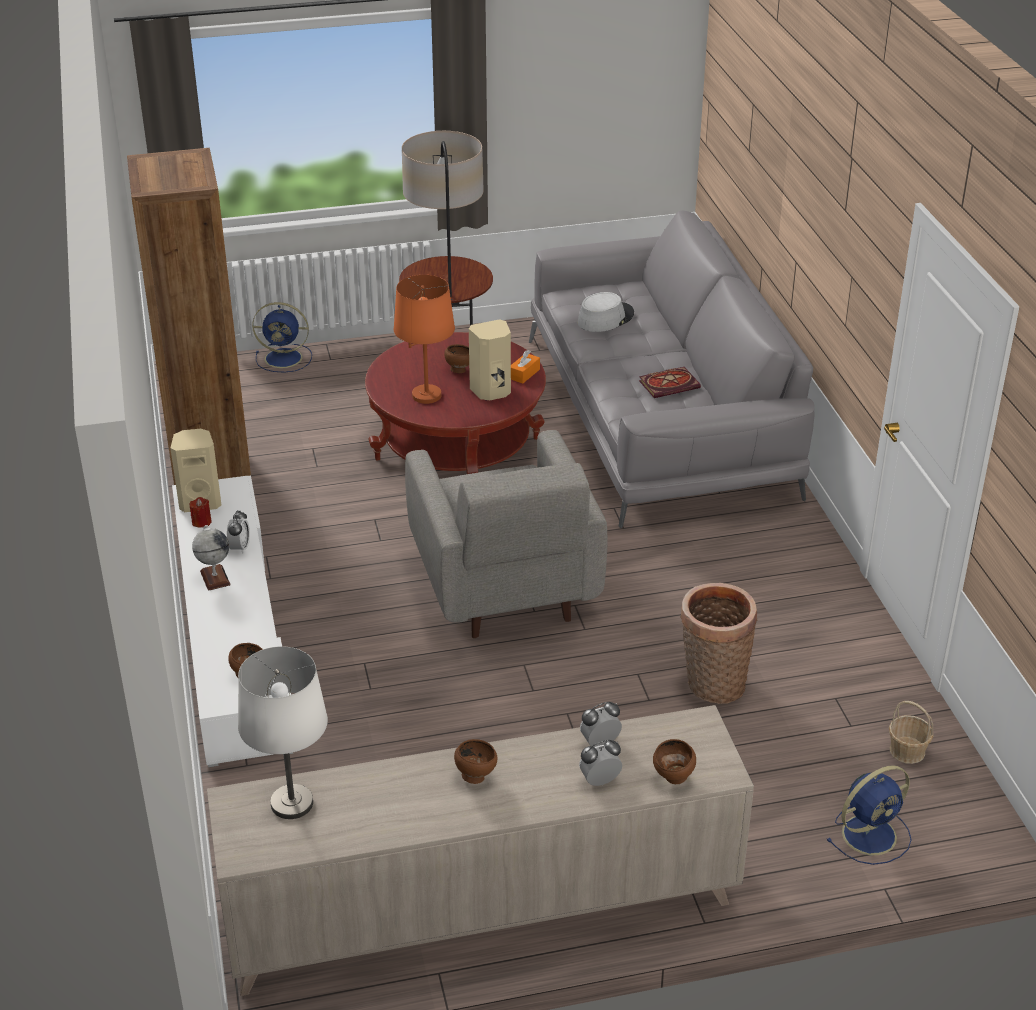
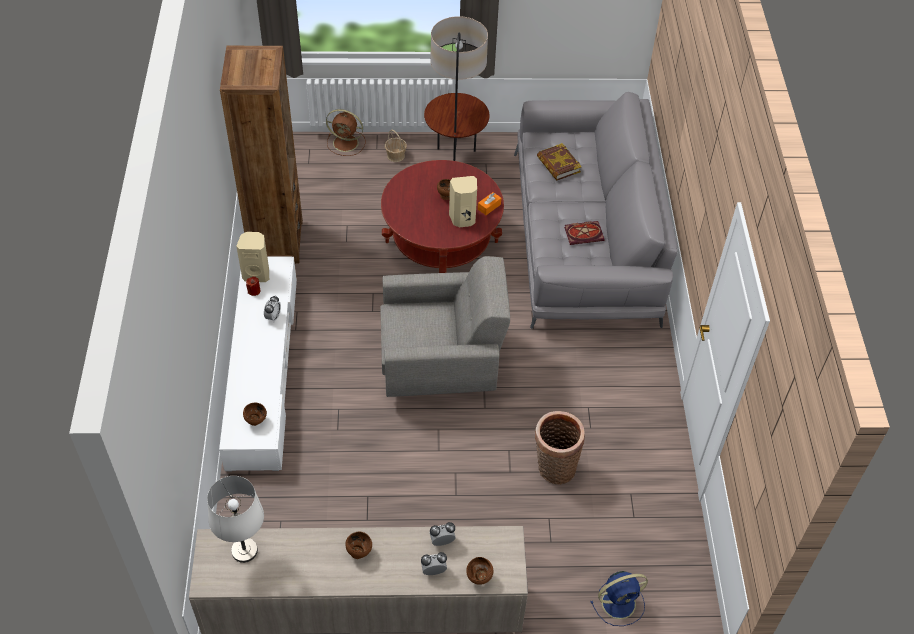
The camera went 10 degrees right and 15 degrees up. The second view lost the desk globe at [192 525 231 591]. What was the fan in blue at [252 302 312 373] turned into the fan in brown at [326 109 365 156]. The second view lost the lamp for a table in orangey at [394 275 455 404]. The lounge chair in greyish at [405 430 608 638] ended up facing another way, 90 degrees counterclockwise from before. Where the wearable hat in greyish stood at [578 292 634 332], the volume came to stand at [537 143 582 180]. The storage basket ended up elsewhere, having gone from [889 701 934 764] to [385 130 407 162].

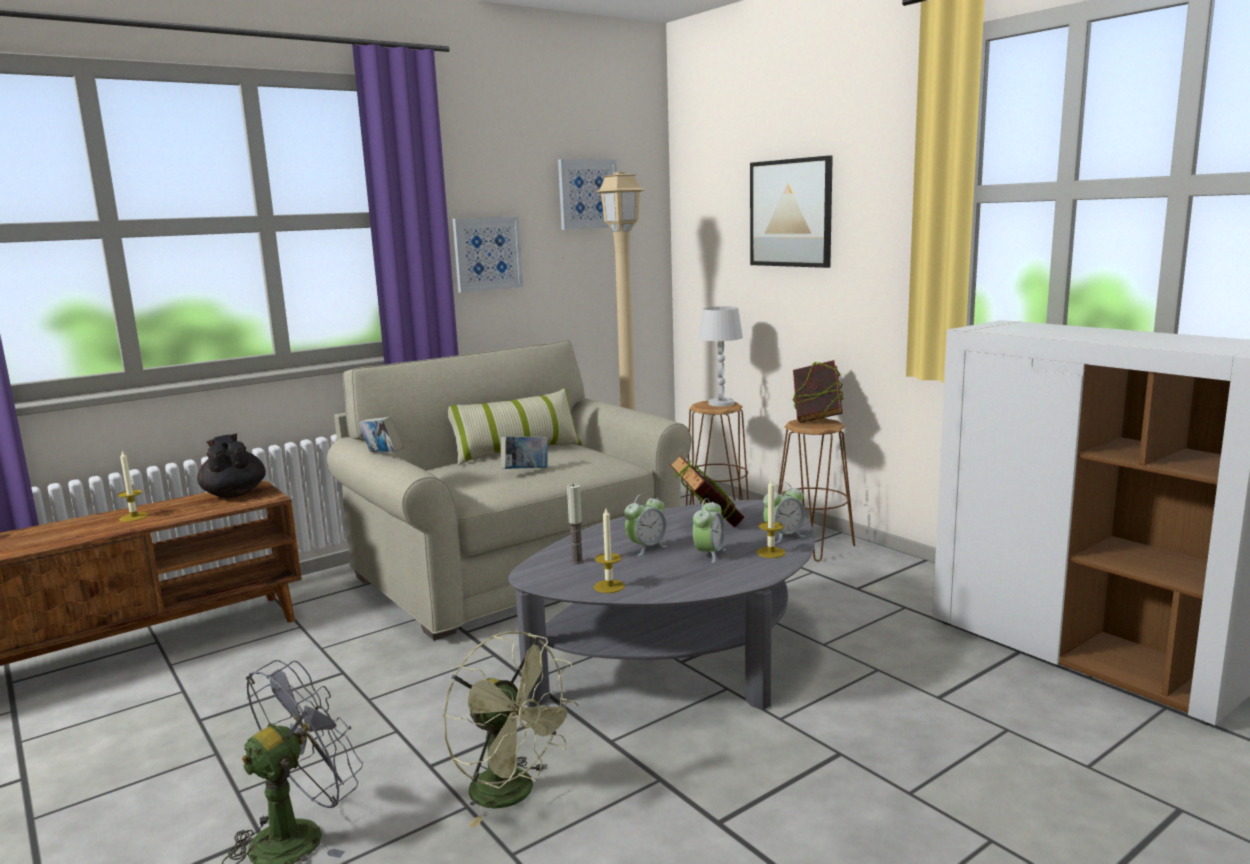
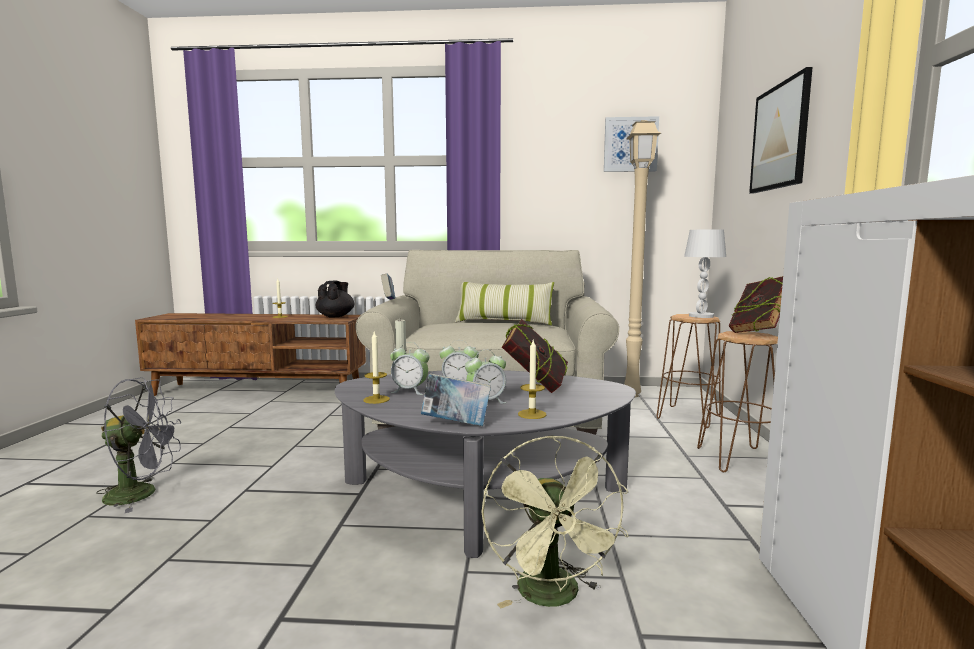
The camera went 40 degrees right and 5 degrees down. The fan in green-coloured ended up elsewhere, having gone from [443 631 578 827] to [481 435 629 608]. The second view lost the picture at [453 216 523 293]. The volume ended up elsewhere, having gone from [501 436 548 469] to [421 373 491 426]. The alarm clock ended up elsewhere, having gone from [763 483 805 543] to [390 342 429 395].

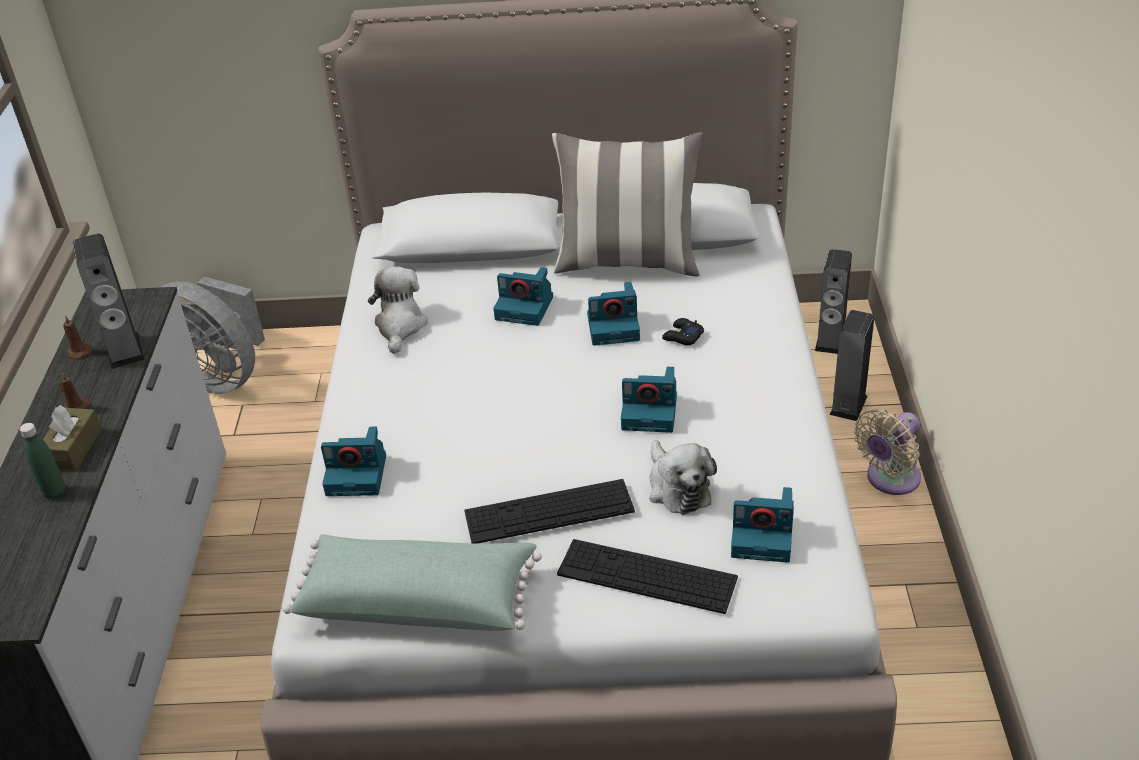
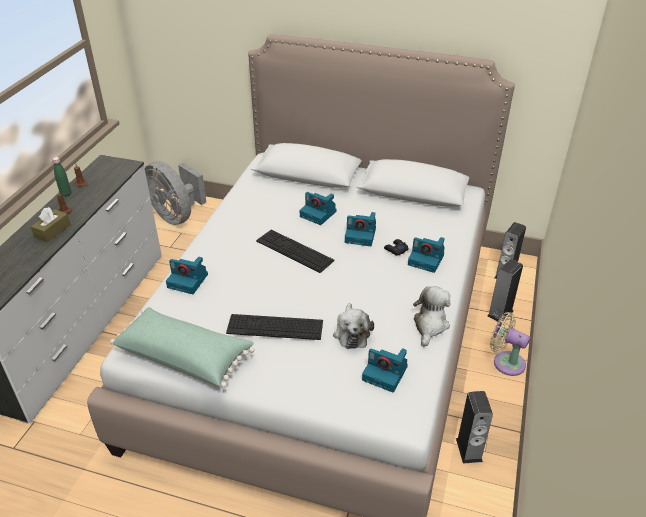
The camera went 15 degrees right and 0 degrees up. The drink bottle in green-coloured ended up elsewhere, having gone from [20 423 65 499] to [52 157 71 197]. The audio speaker ended up elsewhere, having gone from [73 234 145 369] to [456 391 493 463]. The soft toy ended up elsewhere, having gone from [368 266 428 354] to [413 286 450 347]. The second view lost the cushion at [552 132 703 276]. The computer keyboard ended up elsewhere, having gone from [557 539 738 614] to [256 230 335 273]. The photo camera ended up elsewhere, having gone from [621 367 677 433] to [408 237 445 273]. The fan in beige at [854 409 921 495] ended up facing another way, 60 degrees clockwise from before.

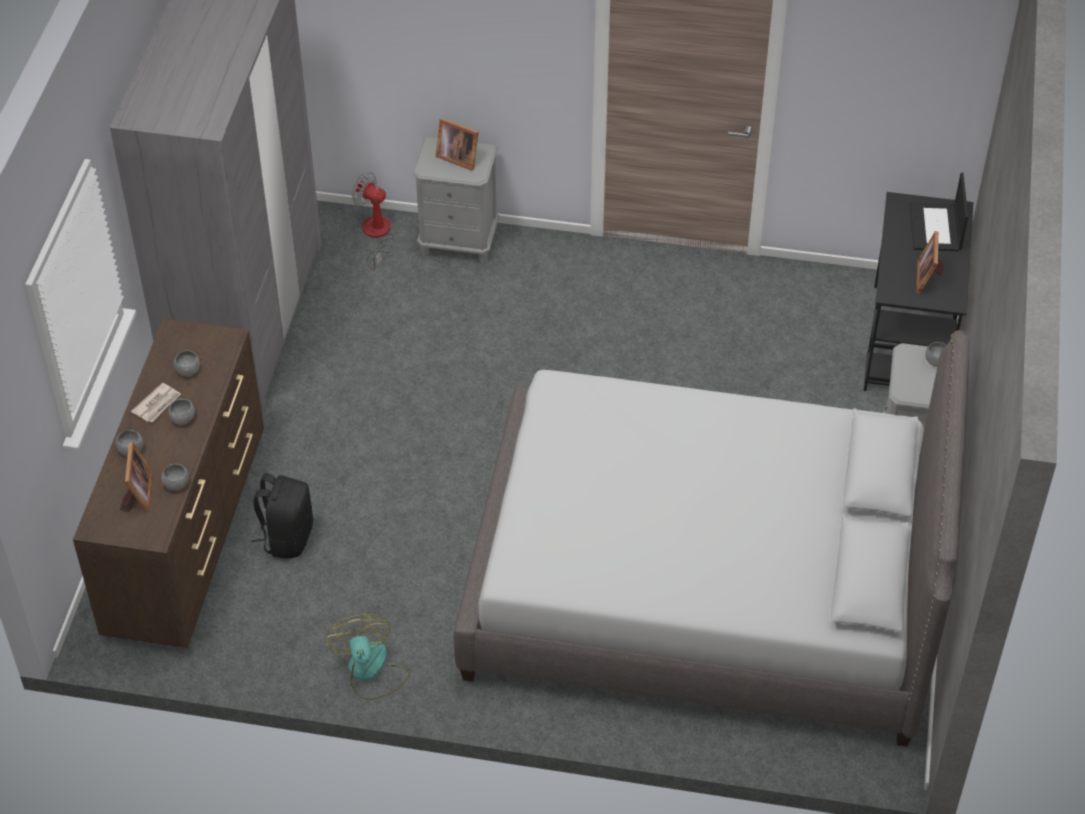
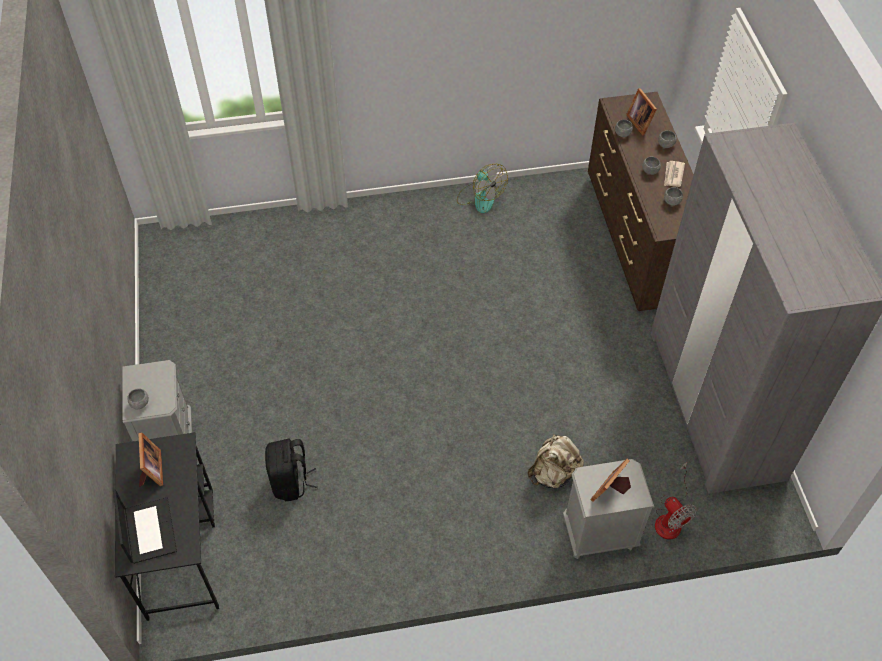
The camera went 160 degrees right and 5 degrees up. The rucksack in black ended up elsewhere, having gone from [251 473 313 559] to [265 439 318 501]. The fan at [351 172 394 270] ended up facing another way, 45 degrees clockwise from before. The photo frame at [435 118 479 171] ended up facing another way, 60 degrees counterclockwise from before. The second view lost the bed in greyish at [454 330 970 747]. The second view gained the rucksack in beige at [527 434 584 488].

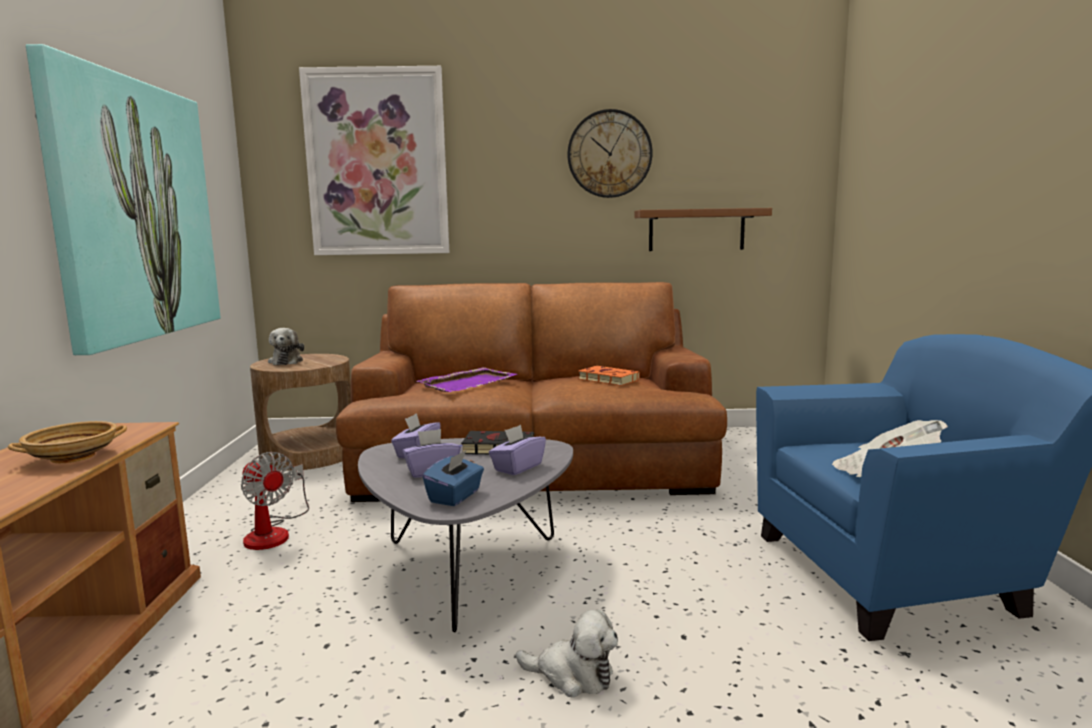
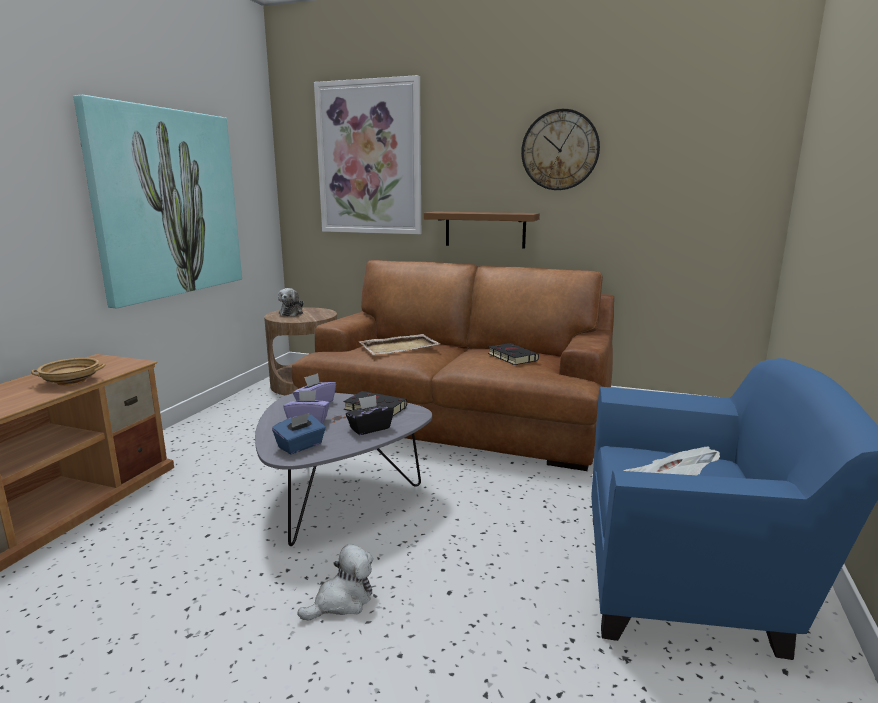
The camera went 20 degrees right and 5 degrees up. The second view lost the fan at [241 452 309 550]. What was the tray in purple-coloured at [416 367 518 392] turned into the tray in beige at [359 334 440 355]. What was the tissue holder in purple-coloured at [489 425 546 475] turned into the tissue holder in black at [346 395 394 435]. The soft toy at [516 610 618 698] ended up facing another way, 75 degrees counterclockwise from before. What was the volume in orangey at [578 366 640 386] turned into the volume in black at [488 343 539 365]. The wall shelf in brown ended up elsewhere, having gone from [635 208 772 251] to [424 212 540 249].

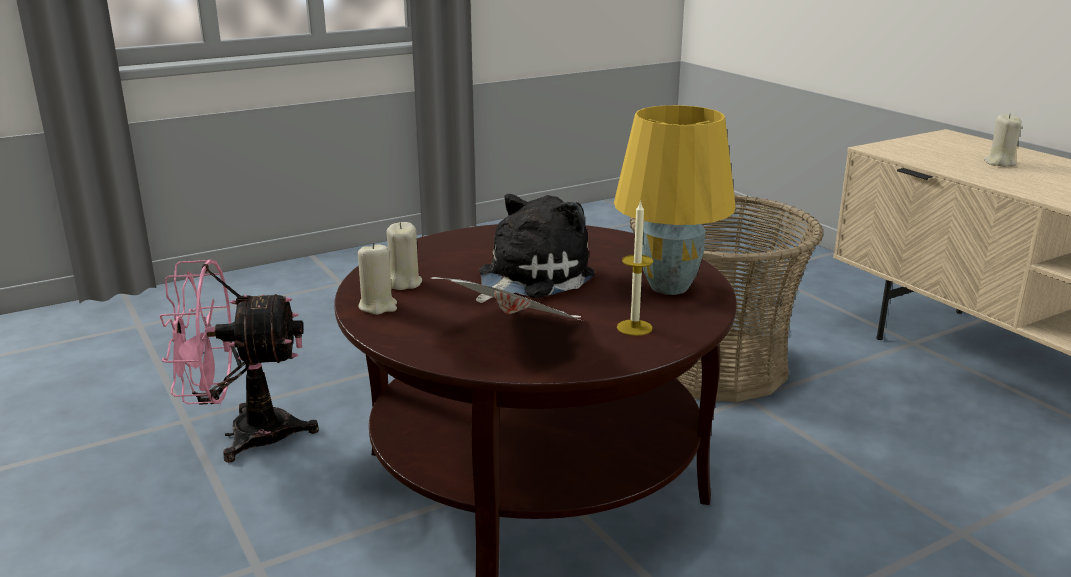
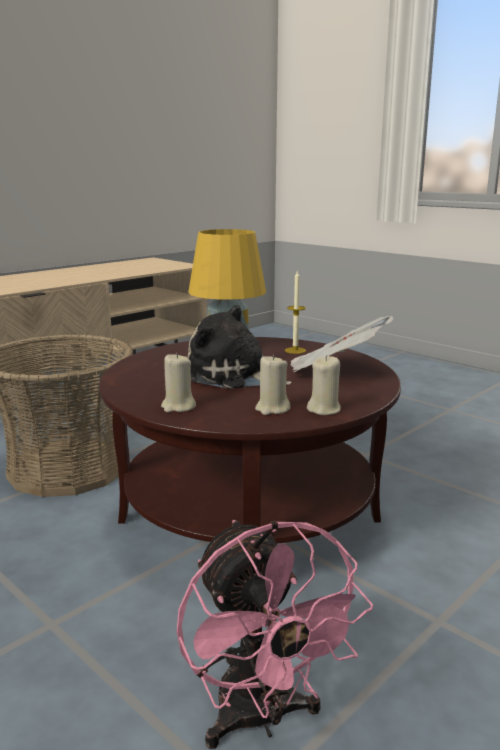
The camera went 105 degrees left and 5 degrees down. The wax light in beige ended up elsewhere, having gone from [984 113 1022 167] to [161 353 196 412].

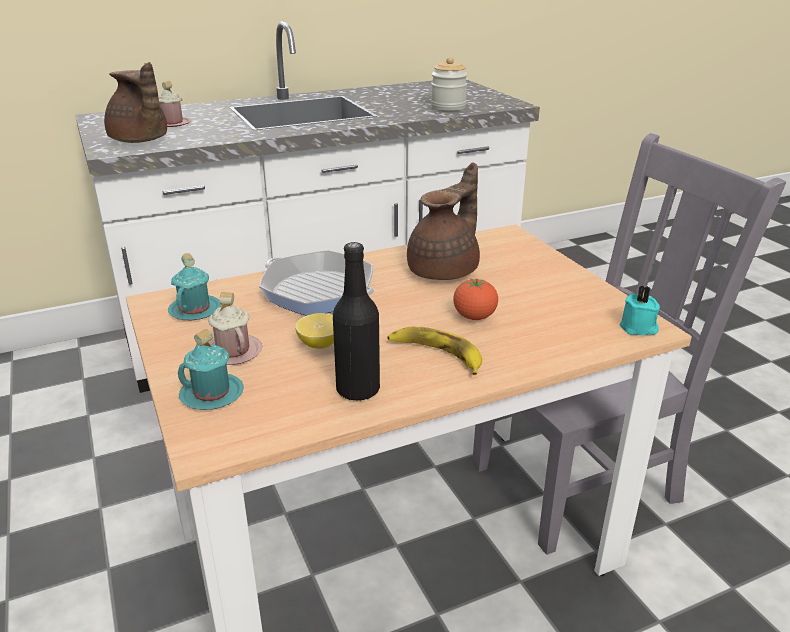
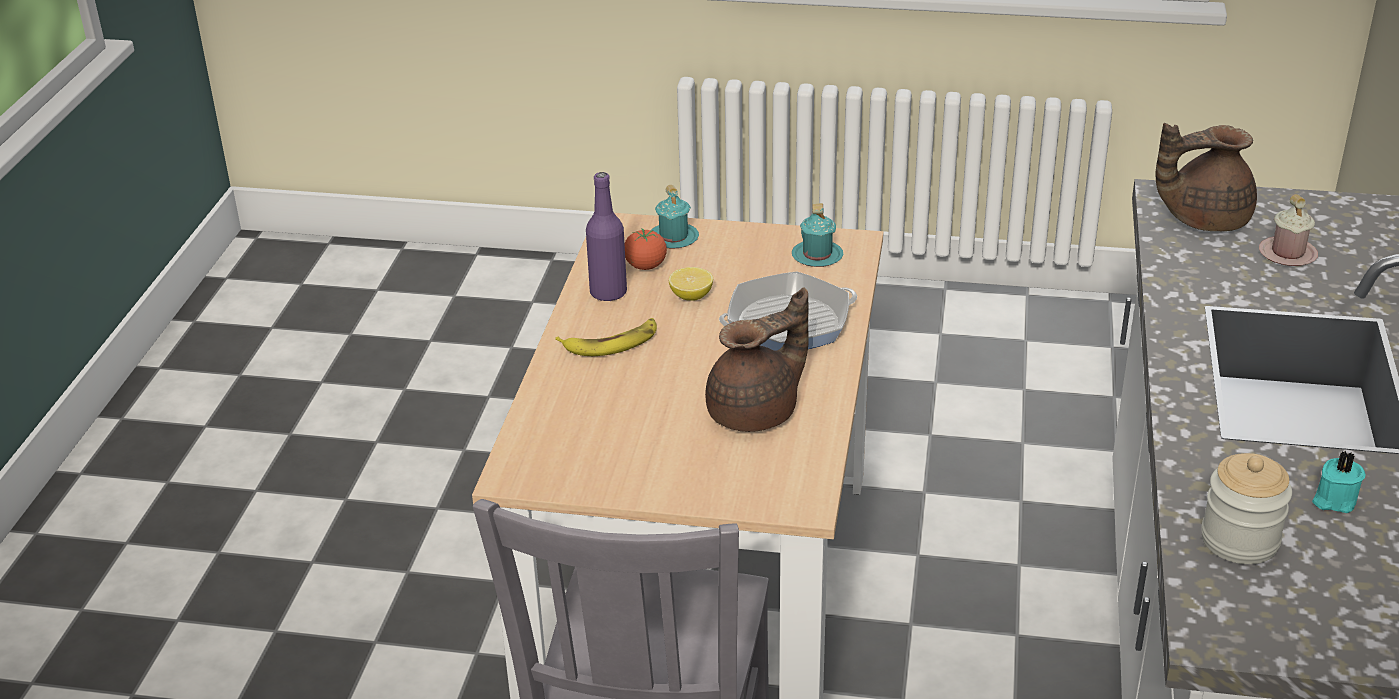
The camera went 125 degrees right and 5 degrees up. The second view lost the tea mug in pink at [208 292 262 365]. What was the drink bottle in black at [333 242 380 401] turned into the drink bottle in purple-coloured at [586 172 627 301]. The teapot in brown at [407 162 480 280] ended up facing another way, 105 degrees counterclockwise from before. The tomato ended up elsewhere, having gone from [453 279 498 320] to [625 229 667 270]. The wax light in turquoise ended up elsewhere, having gone from [620 286 660 335] to [1312 451 1365 513].

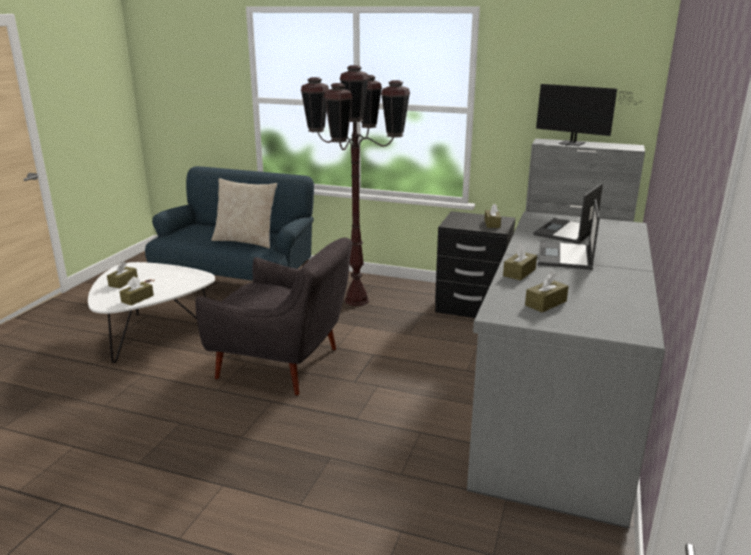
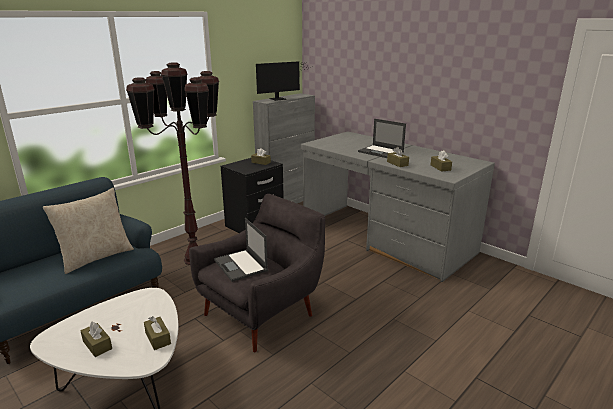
The camera went 65 degrees left and 0 degrees up. The notebook computer ended up elsewhere, having gone from [533 183 603 244] to [214 218 268 282].

